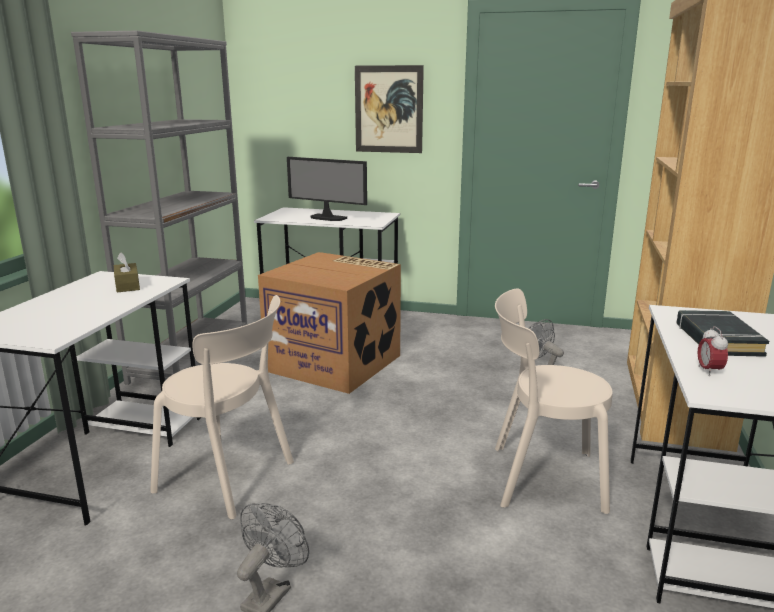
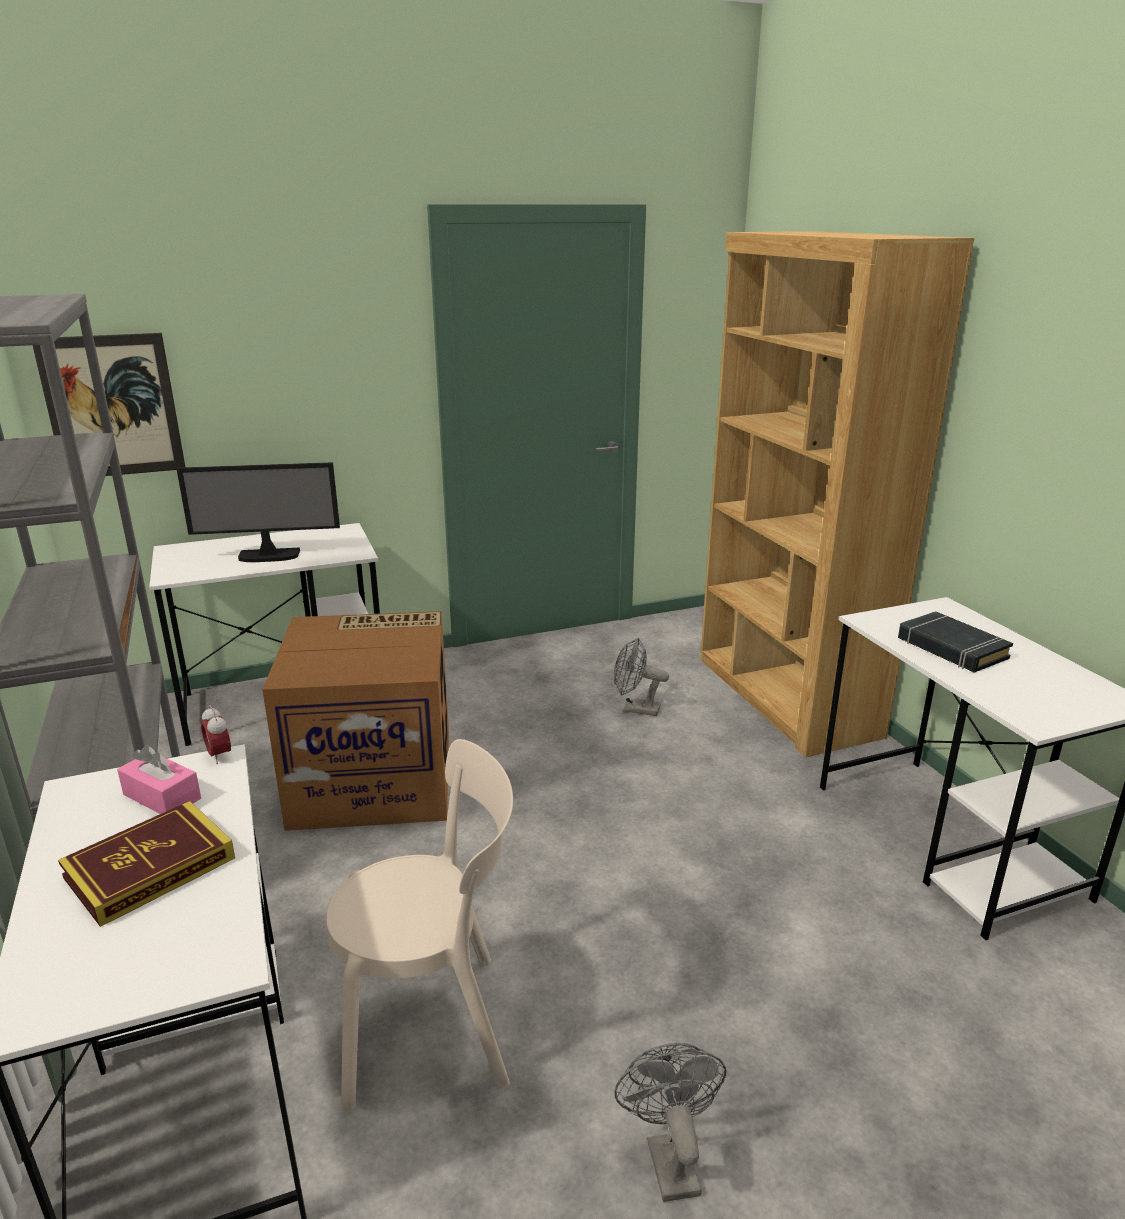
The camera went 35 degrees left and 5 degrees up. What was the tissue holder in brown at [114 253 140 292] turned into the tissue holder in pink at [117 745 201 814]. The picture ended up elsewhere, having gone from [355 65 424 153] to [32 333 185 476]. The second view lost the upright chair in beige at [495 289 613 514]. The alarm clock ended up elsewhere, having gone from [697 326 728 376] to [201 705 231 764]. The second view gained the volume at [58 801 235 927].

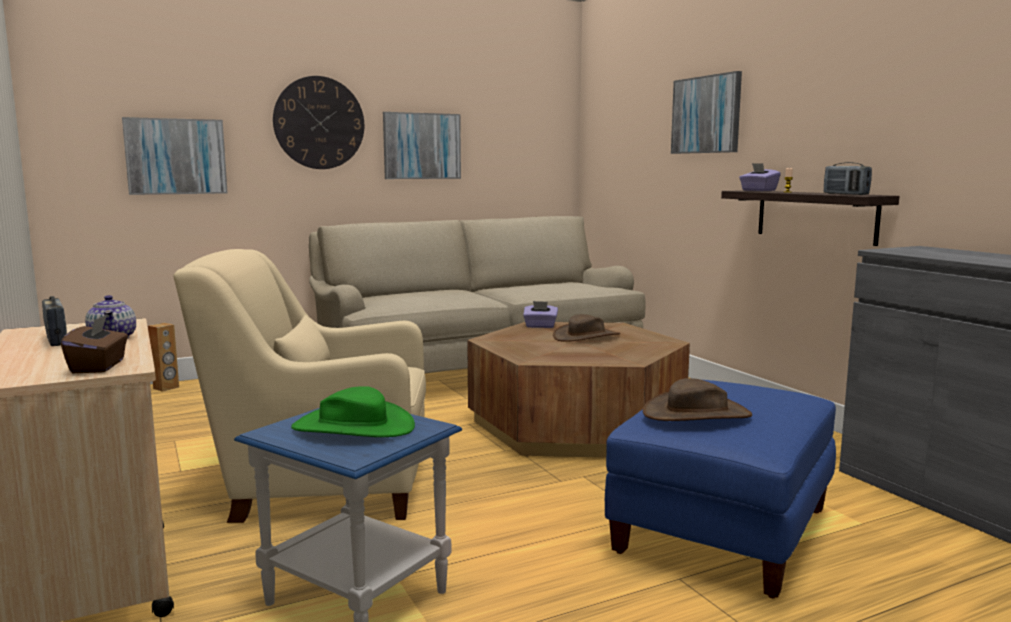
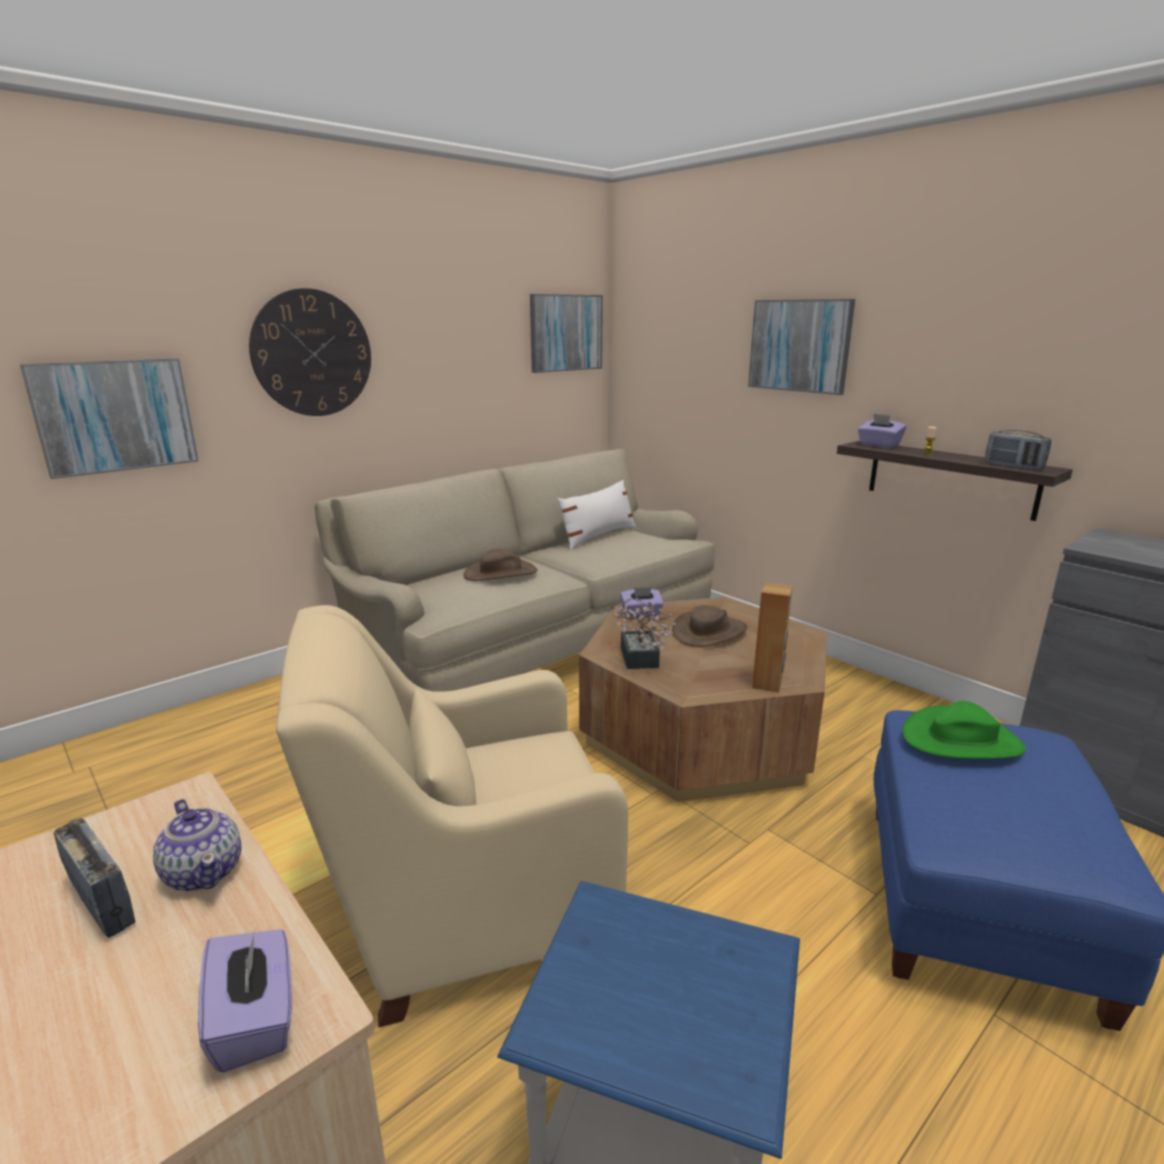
The camera went 15 degrees left and 10 degrees up. What was the tissue holder in brown at [61 314 128 373] turned into the tissue holder in purple-coloured at [198 928 292 1073]. The audio speaker in brown ended up elsewhere, having gone from [148 323 179 392] to [752 583 792 693]. The wearable hat in green-coloured ended up elsewhere, having gone from [291 386 415 437] to [902 700 1026 759]. The picture ended up elsewhere, having gone from [383 112 461 179] to [530 294 603 373]. The wearable hat in brown ended up elsewhere, having gone from [643 378 752 421] to [463 549 537 581]. The second view gained the cushion in white at [557 480 636 550]. The second view gained the houseplant at [614 598 676 669].

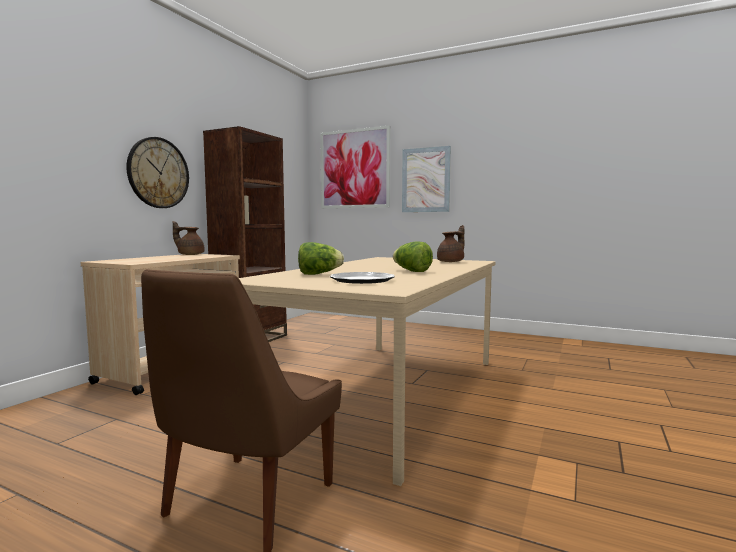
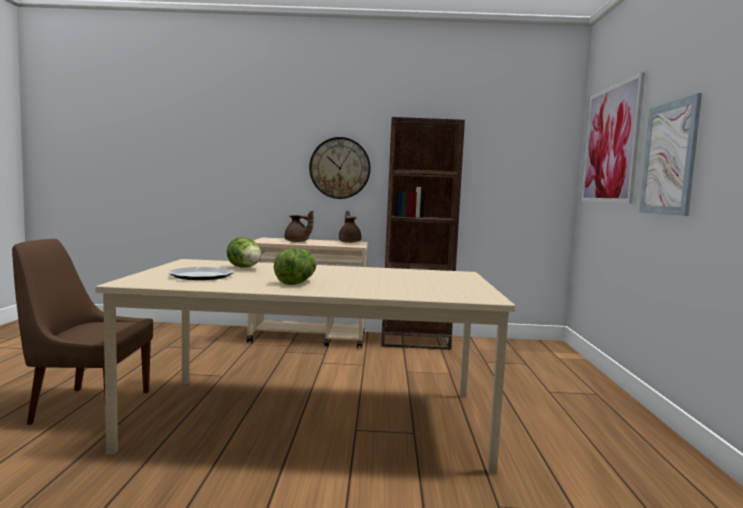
The camera went 65 degrees right and 0 degrees up. The teapot in brown ended up elsewhere, having gone from [437 225 465 262] to [285 211 313 242].

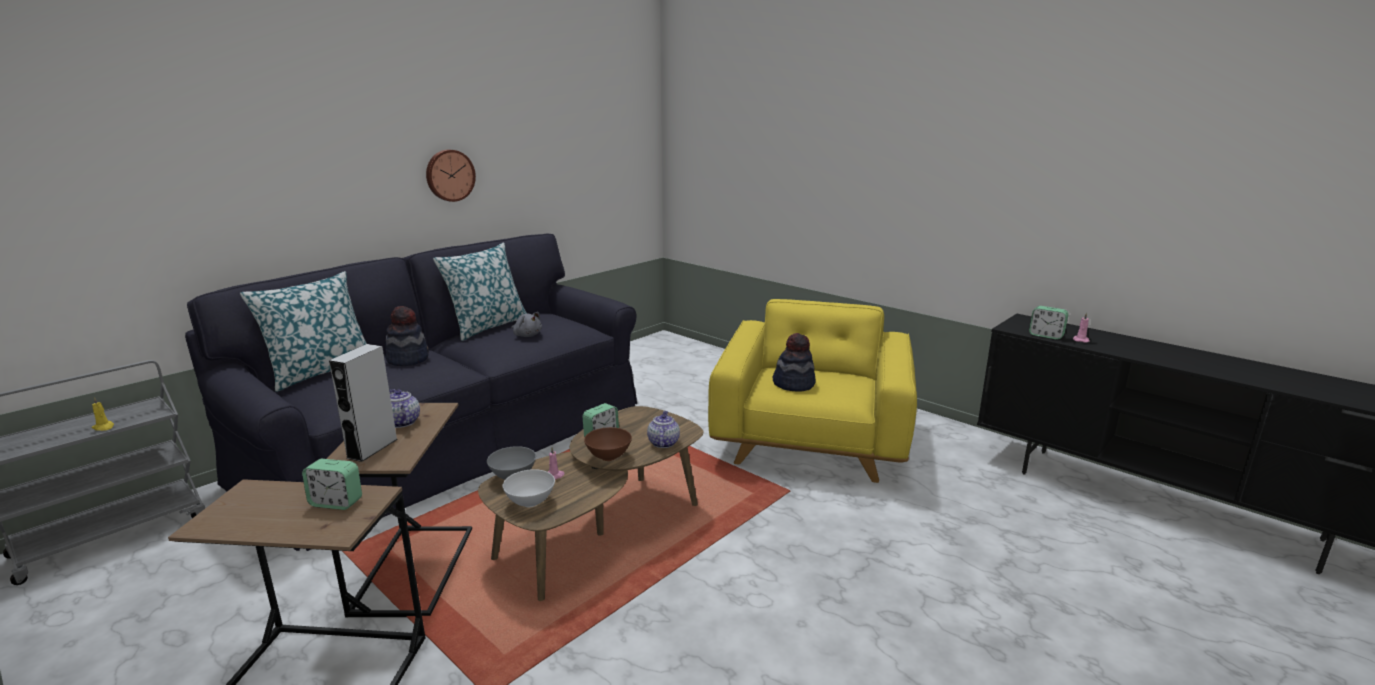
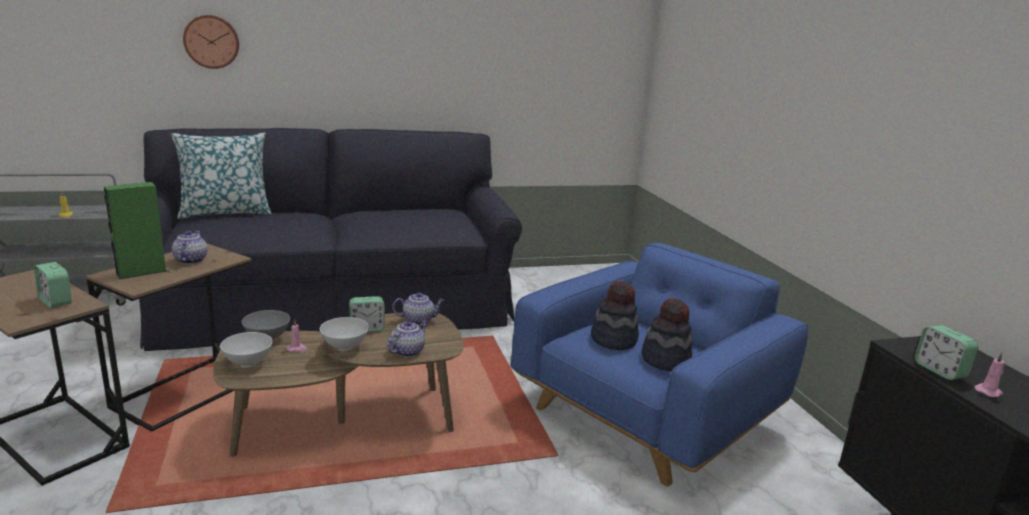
The camera went 30 degrees right and 0 degrees up. What was the audio speaker in greyish at [329 344 398 462] turned into the audio speaker in green-coloured at [104 182 167 280]. The wearable hat ended up elsewhere, having gone from [385 306 429 366] to [641 298 693 371]. The hanging clock ended up elsewhere, having gone from [426 150 476 202] to [183 15 239 69]. The second view lost the cushion at [433 243 526 341]. The second view lost the soft toy in greyish at [511 312 542 337]. What was the deep dish in brown at [584 427 632 461] turned into the deep dish in white at [320 317 369 351]. What was the lounge chair in yellow at [708 299 917 483] turned into the lounge chair in blue at [511 243 808 487]. The second view gained the teapot at [392 292 445 325].

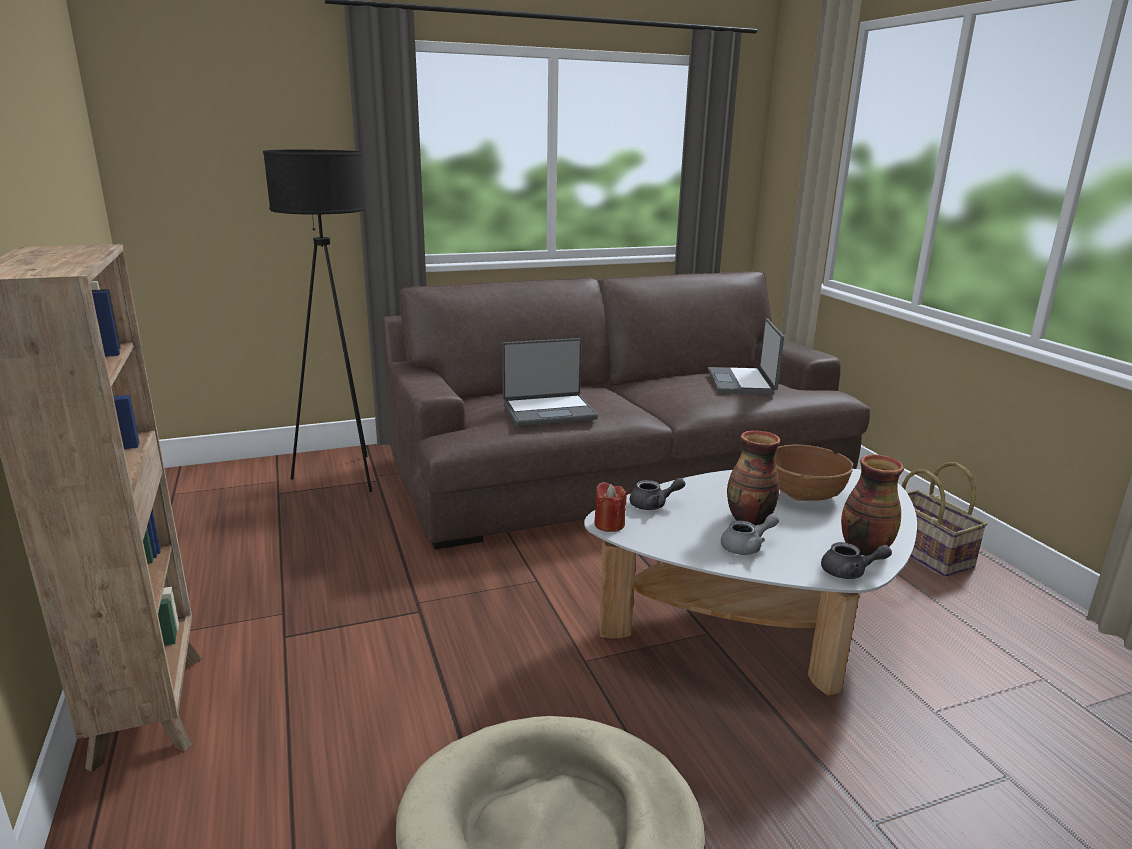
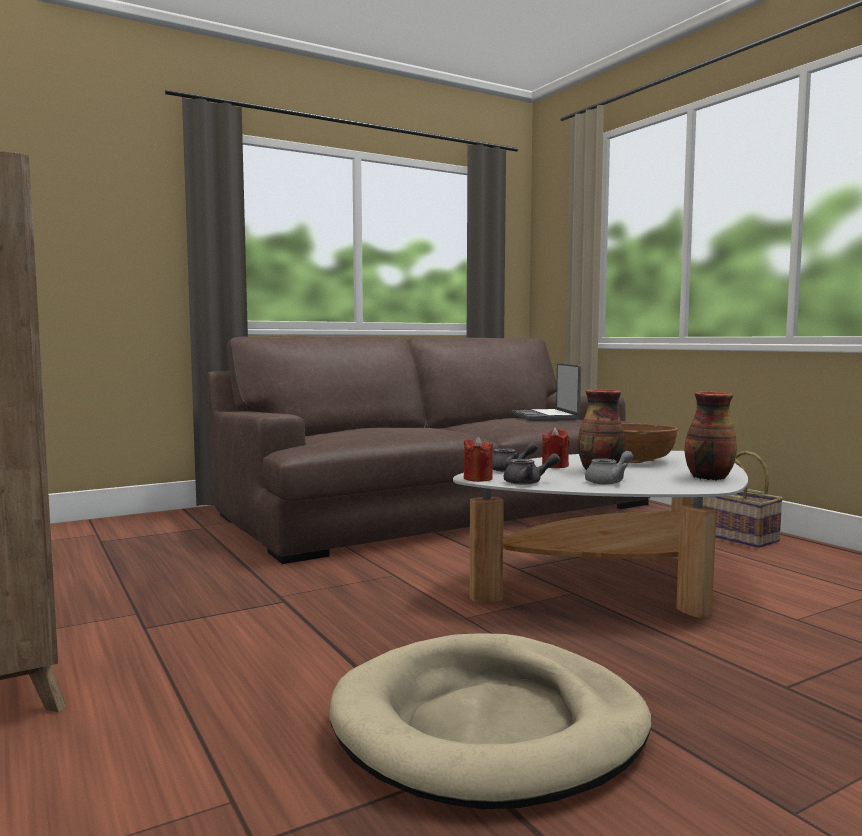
The camera went 10 degrees left and 15 degrees down. The second view lost the standing lamp in black at [263 150 372 492]. The second view lost the notebook computer at [502 338 598 426]. The teapot in greyish ended up elsewhere, having gone from [821 542 892 579] to [504 453 560 485]. The second view gained the wax light in red at [542 427 570 468].

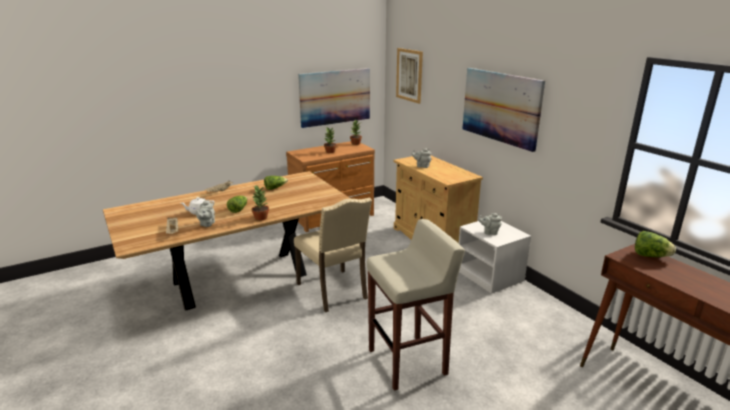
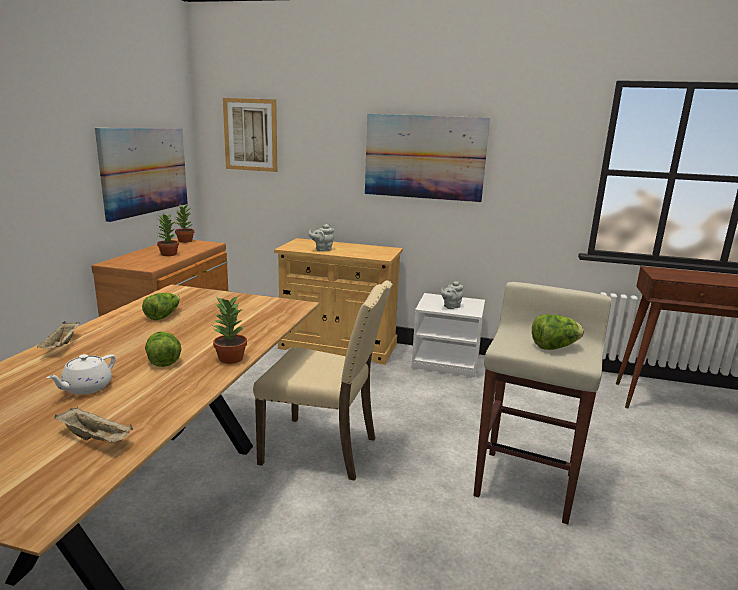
The camera went 45 degrees left and 5 degrees down. The second view lost the teapot in greyish at [196 200 215 227]. The lettuce ended up elsewhere, having gone from [635 231 676 257] to [532 314 584 350].

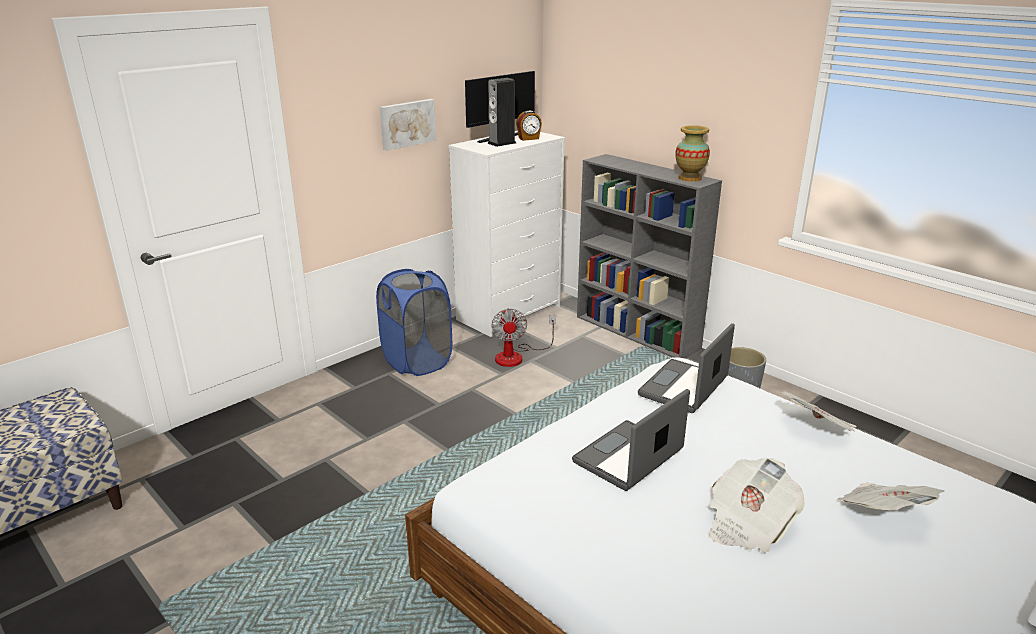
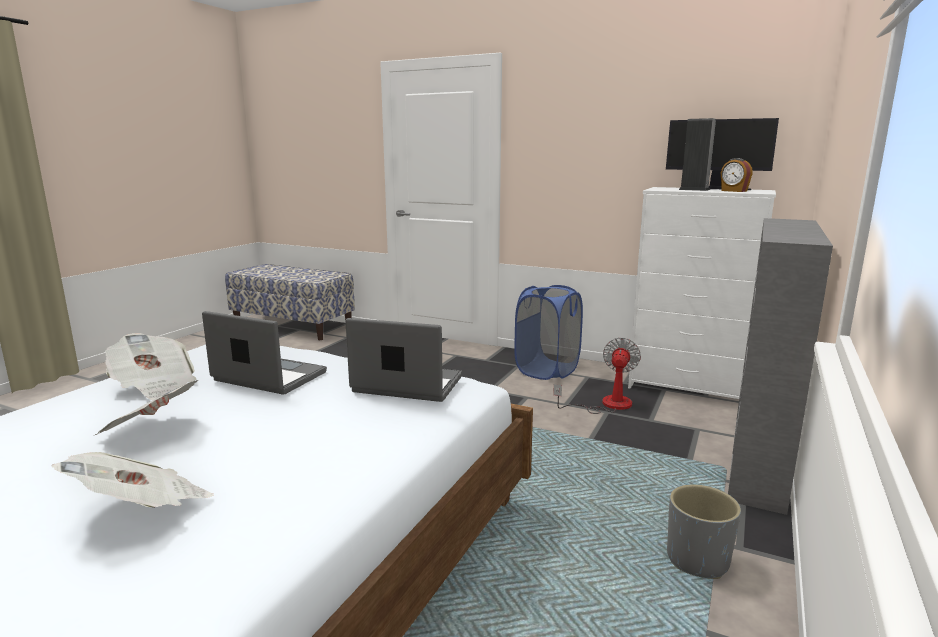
The camera went 70 degrees right and 10 degrees down. The second view lost the picture at [380 99 436 151]. The fan at [491 308 556 367] ended up facing another way, 135 degrees clockwise from before. The second view lost the decorative vase at [675 125 710 182]. The daily paper ended up elsewhere, having gone from [782 391 857 431] to [105 333 196 400].

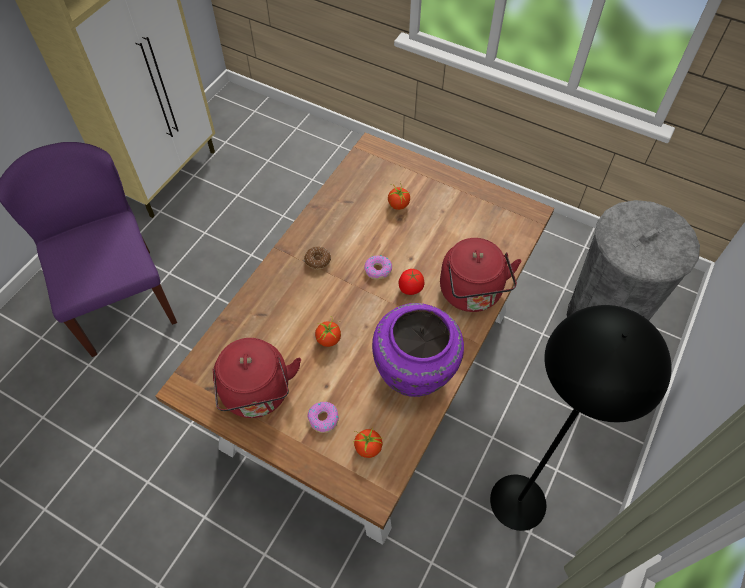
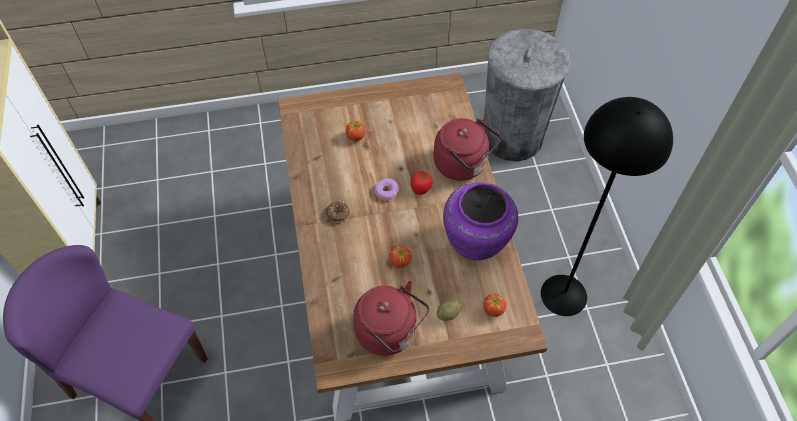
The camera went 40 degrees left and 0 degrees up. Where the ring doughnut stood at [307 402 339 433], the whole potato came to stand at [437 300 461 321].

